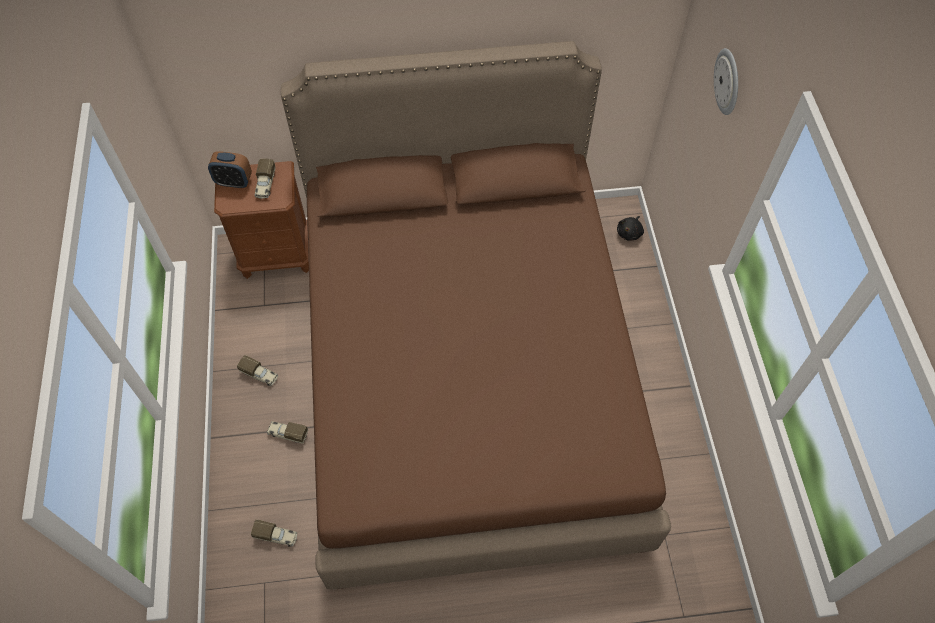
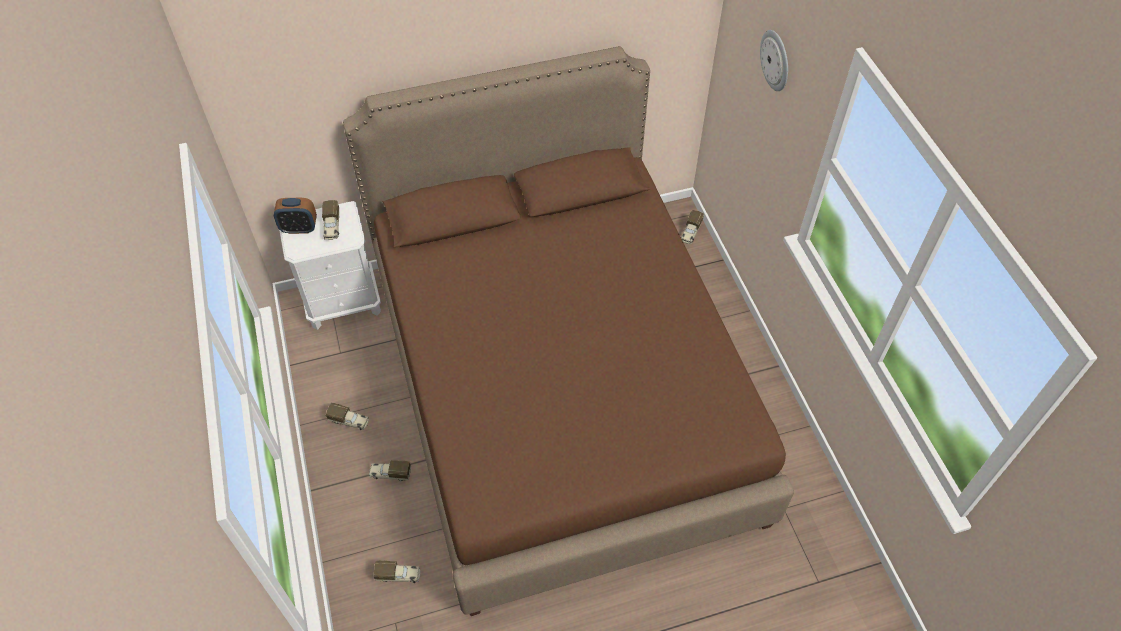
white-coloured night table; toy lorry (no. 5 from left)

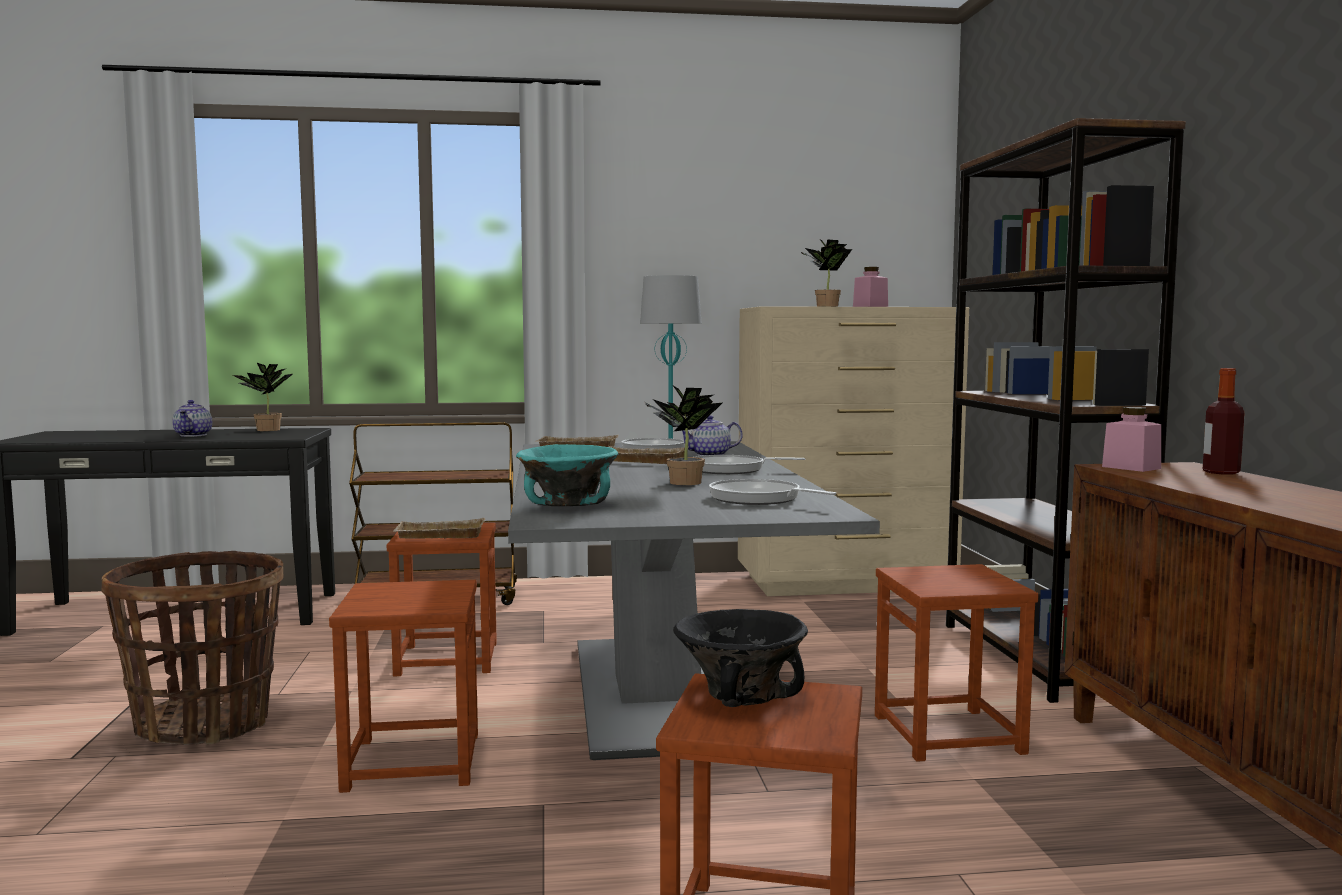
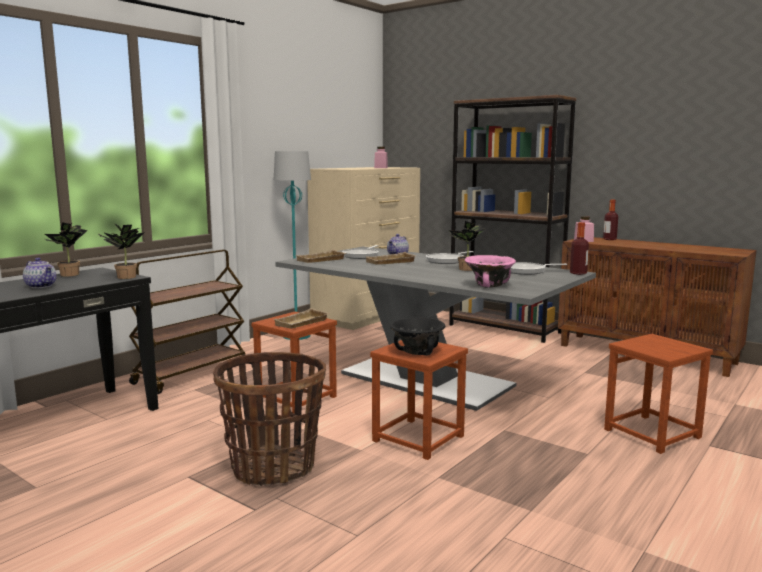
plant in a pot (no. 2 from left); black-coloured serving bowl; pinkish serving bowl; beverage bottle (no. 1 from left); brownish sitting stool (no. 4 from left in the first image)

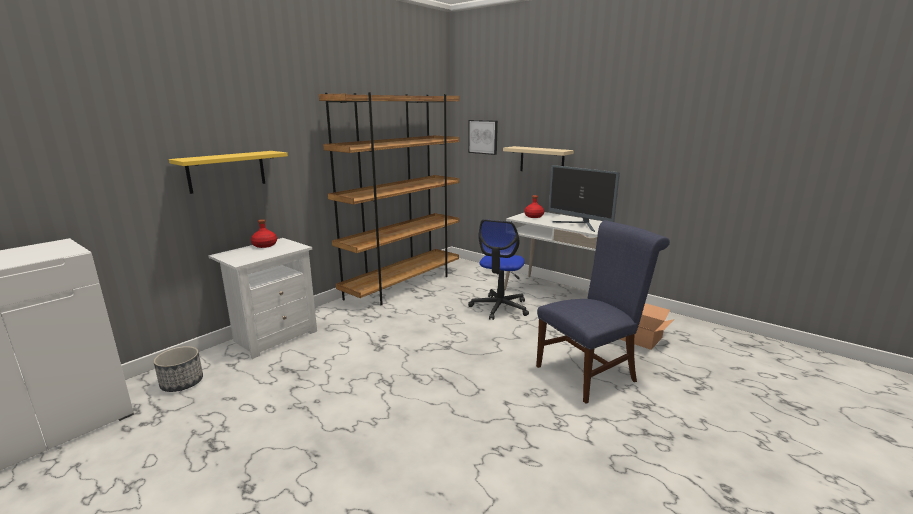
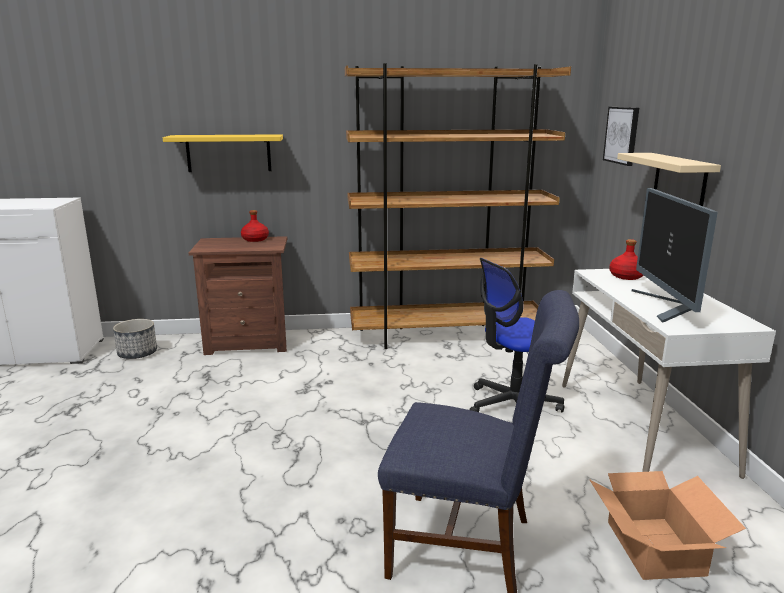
brownish night table

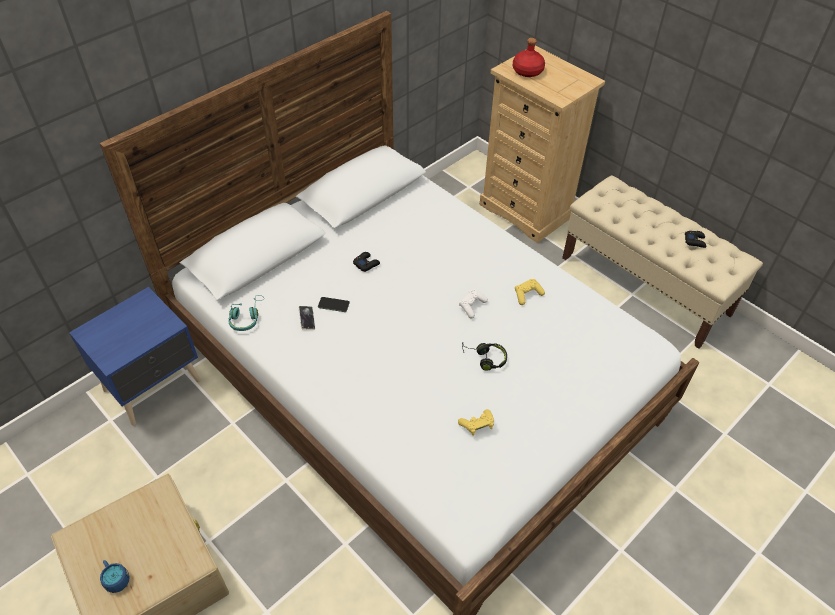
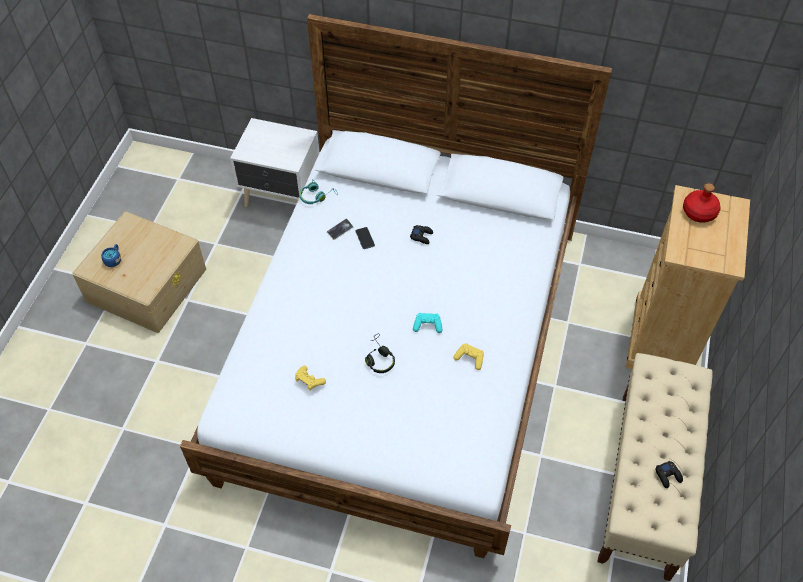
white-coloured night table; blue-green game controller

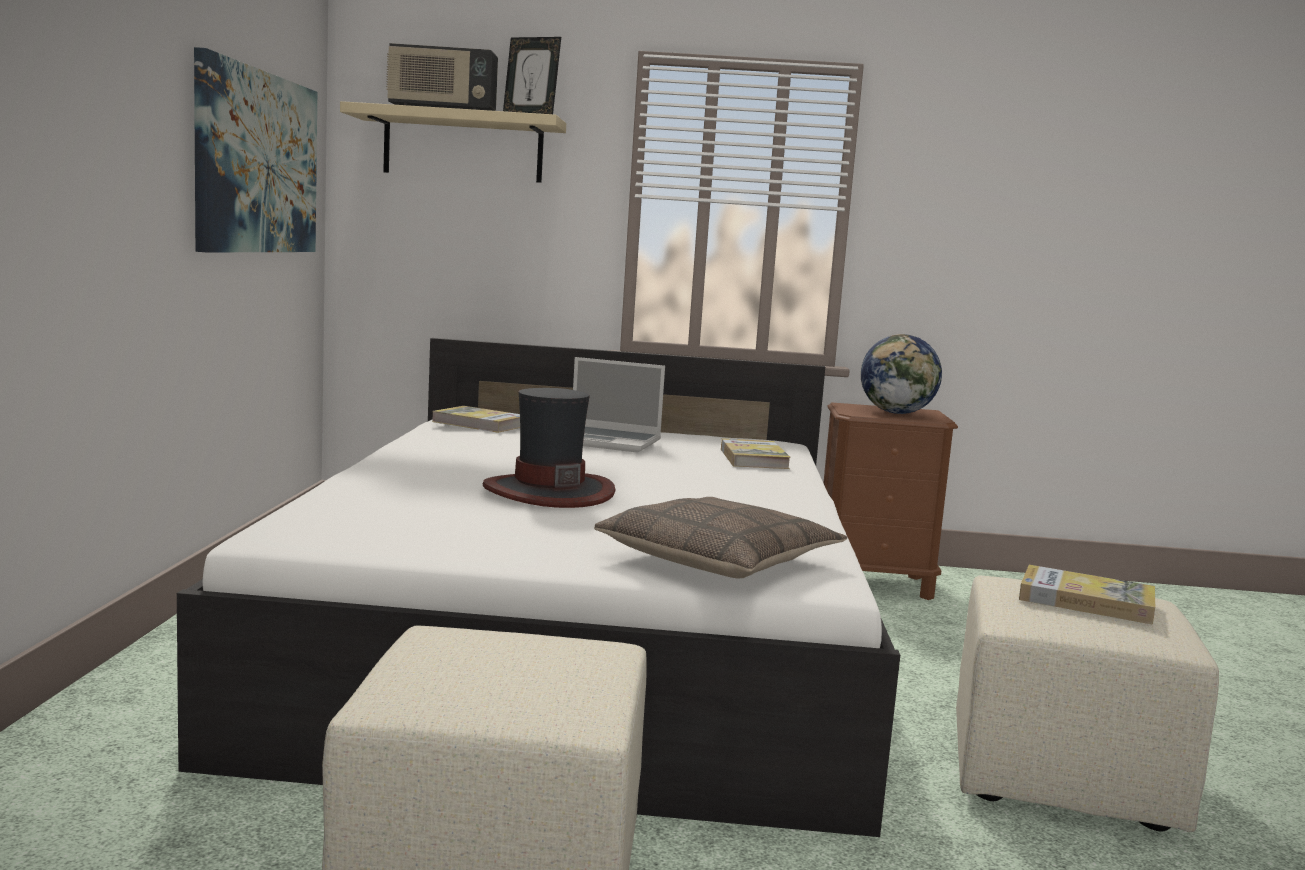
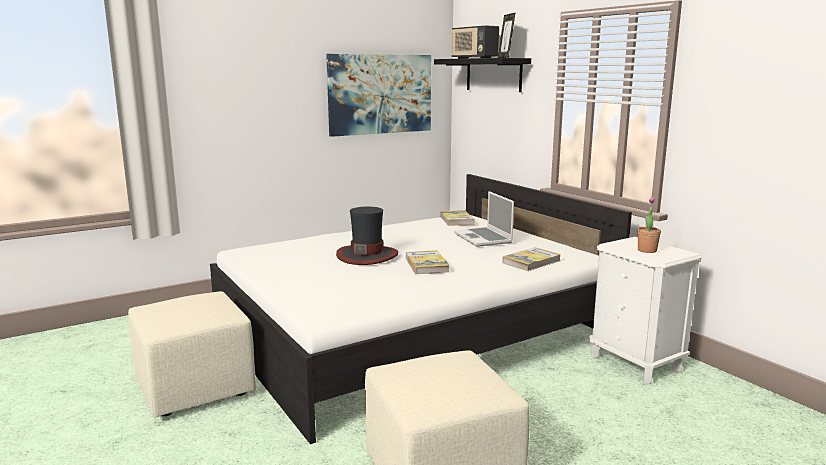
book (no. 1 from left); black-coloured shelf; white-coloured night table; plant in a pot; cushion

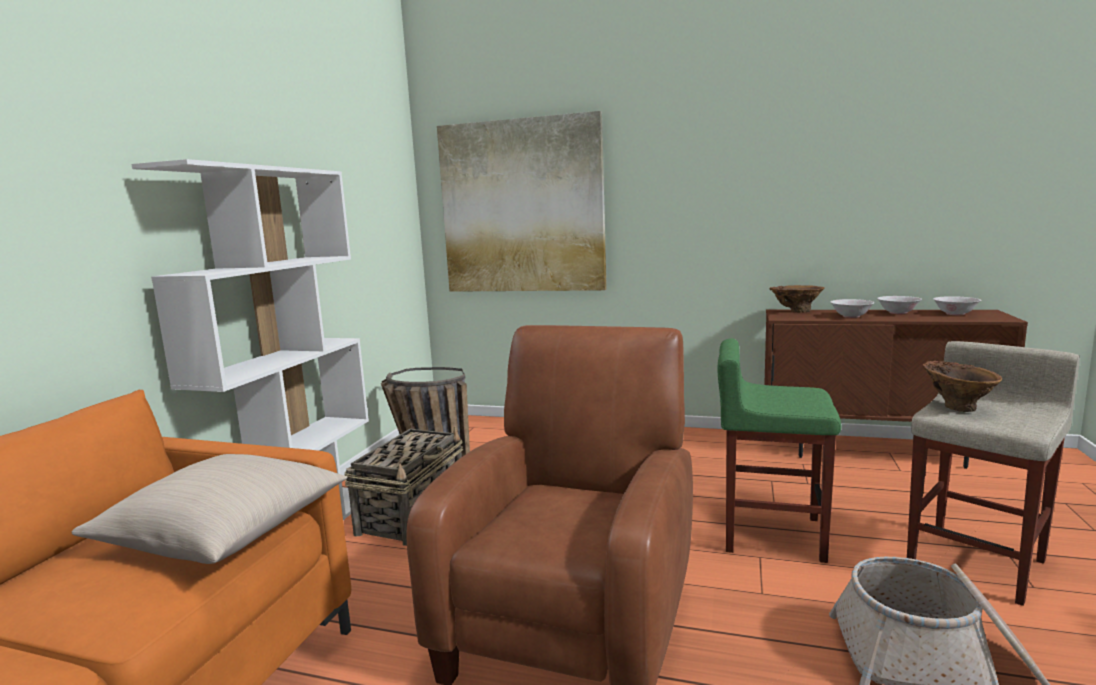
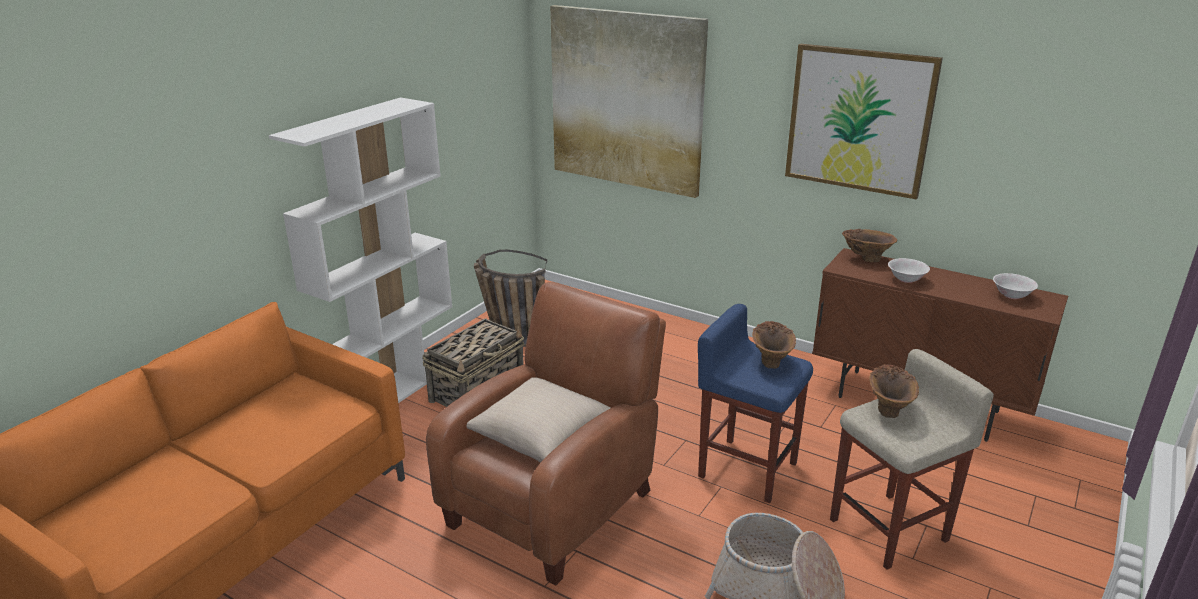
sand-coloured cushion; bluish sitting stool; brownish vase (no. 1 from left); wall picture (no. 2 from left); white-coloured serving bowl (no. 2 from left in the first image)

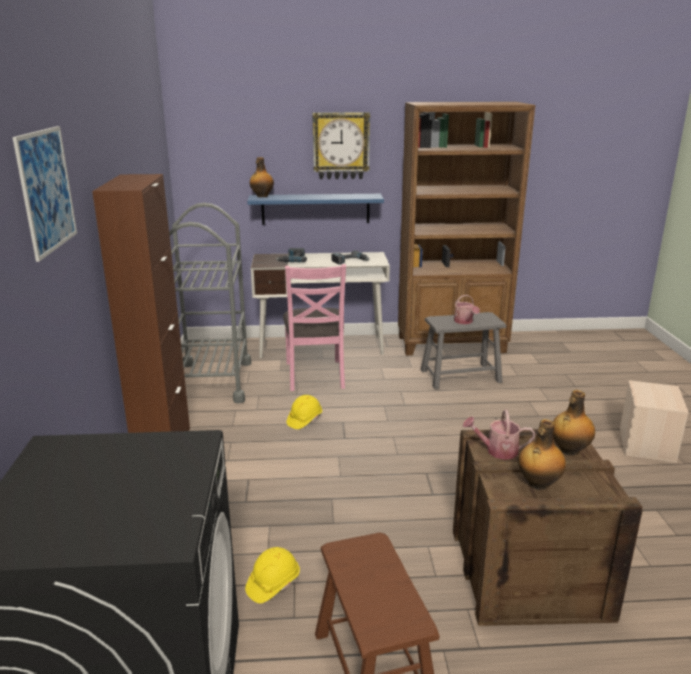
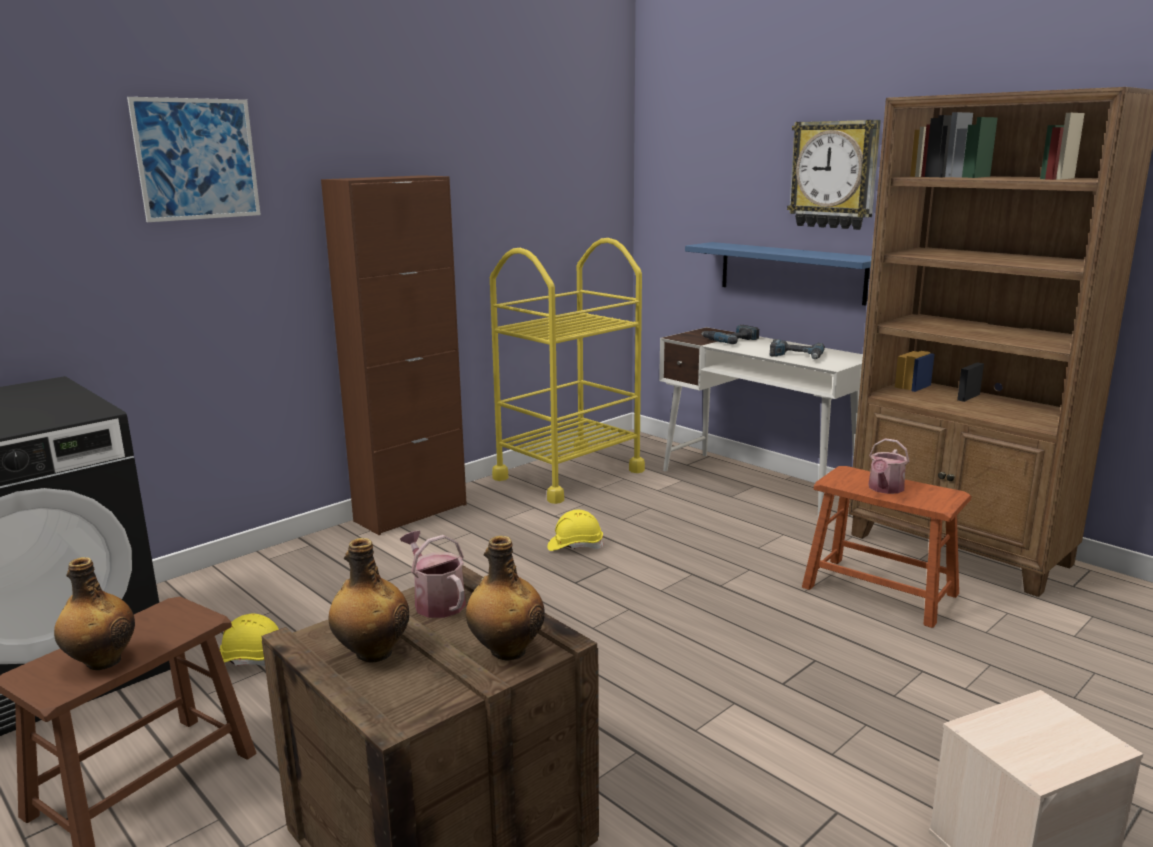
beverage bottle (no. 1 from left); yellow-coloured trolley; brownish sitting stool (no. 2 from left); pinkish chair

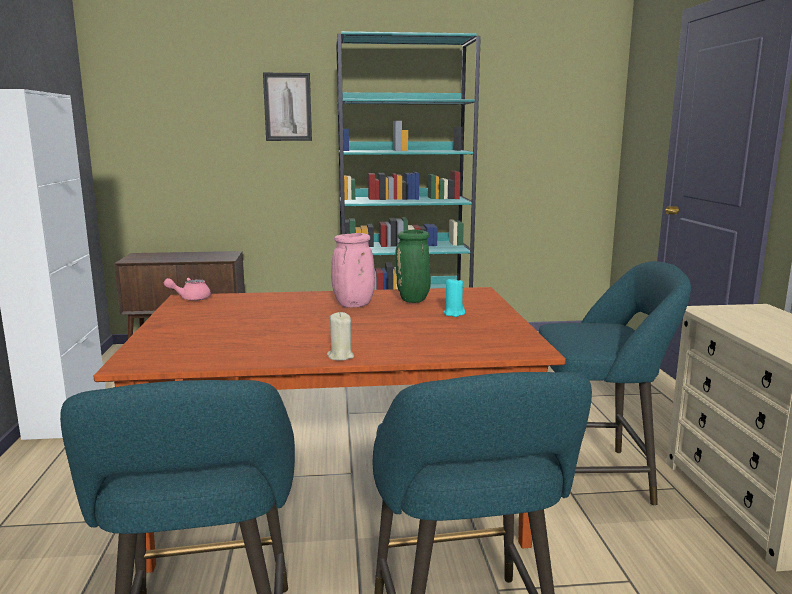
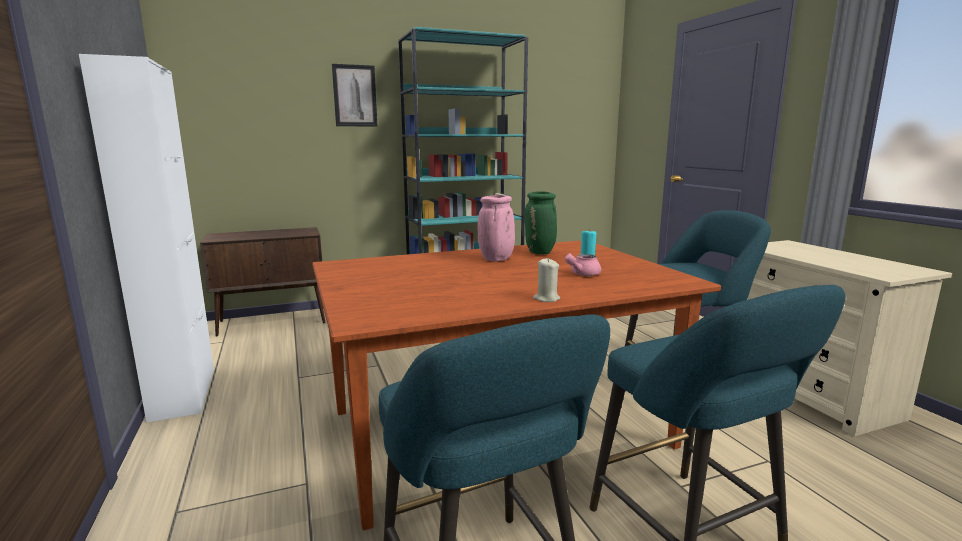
pinkish pot for tea

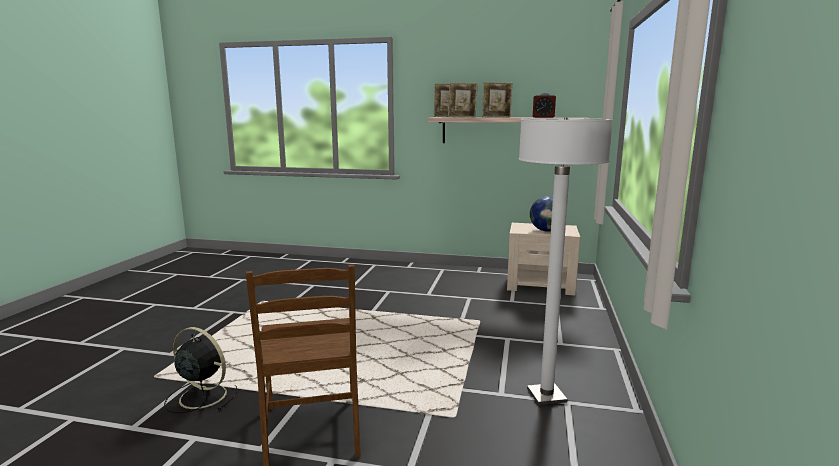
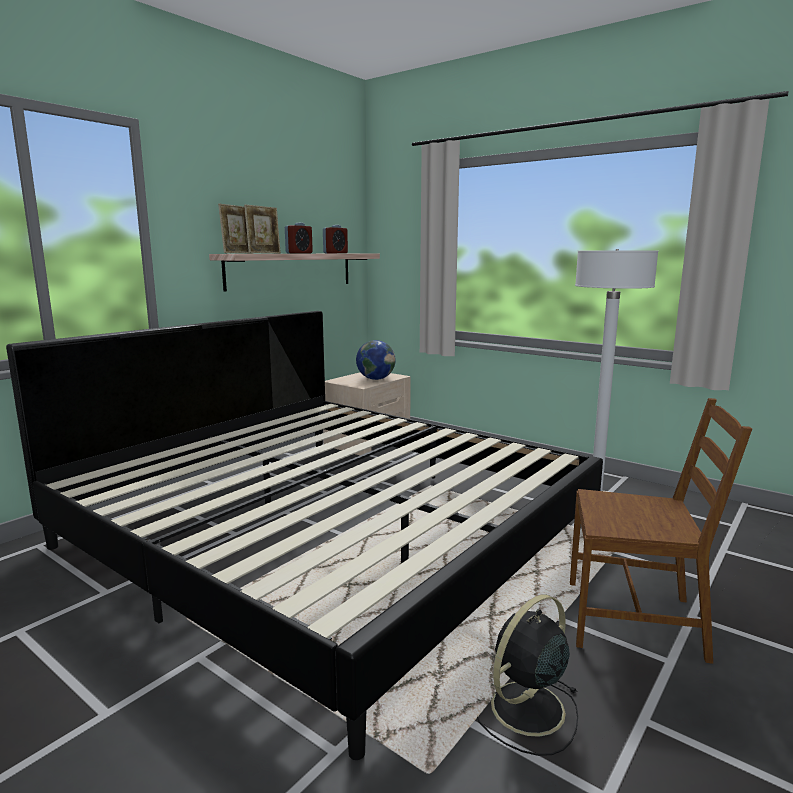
bed; table clock (no. 1 from left)

